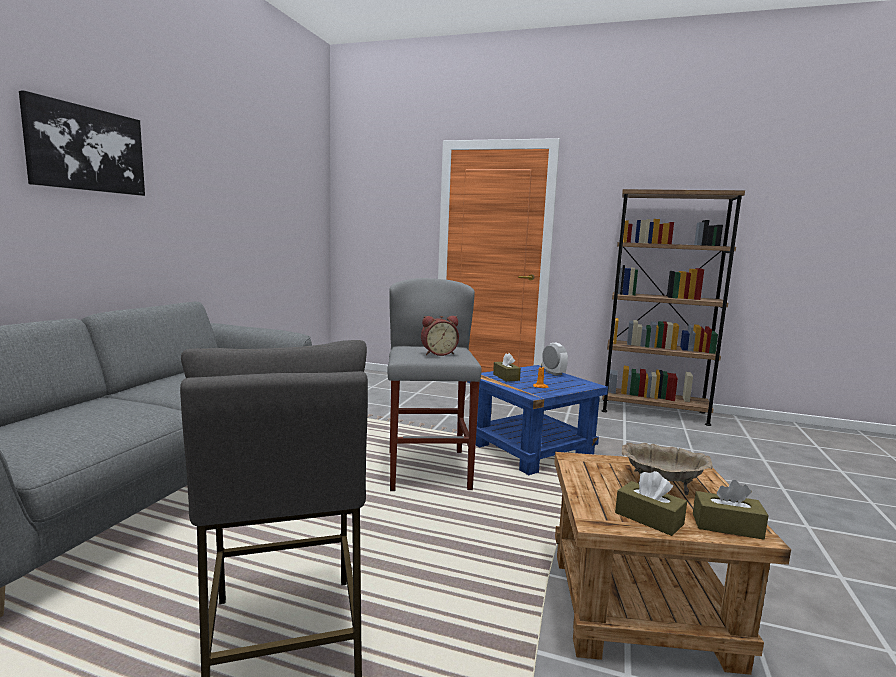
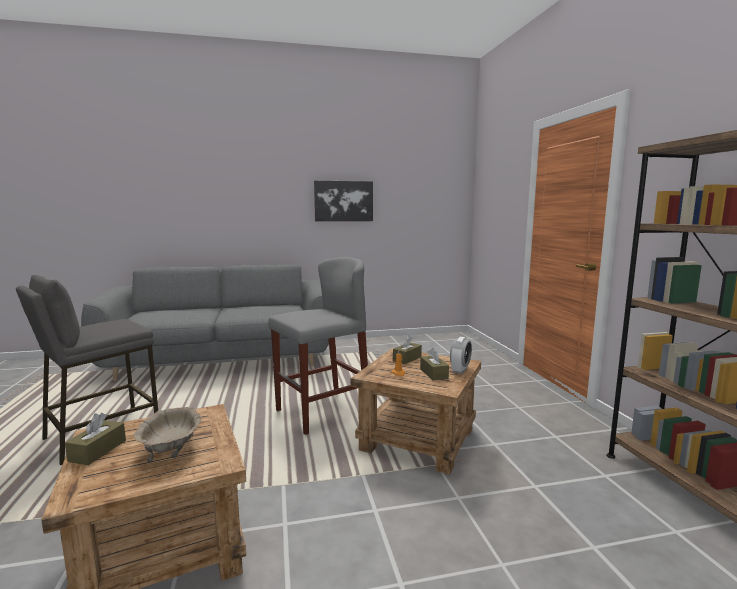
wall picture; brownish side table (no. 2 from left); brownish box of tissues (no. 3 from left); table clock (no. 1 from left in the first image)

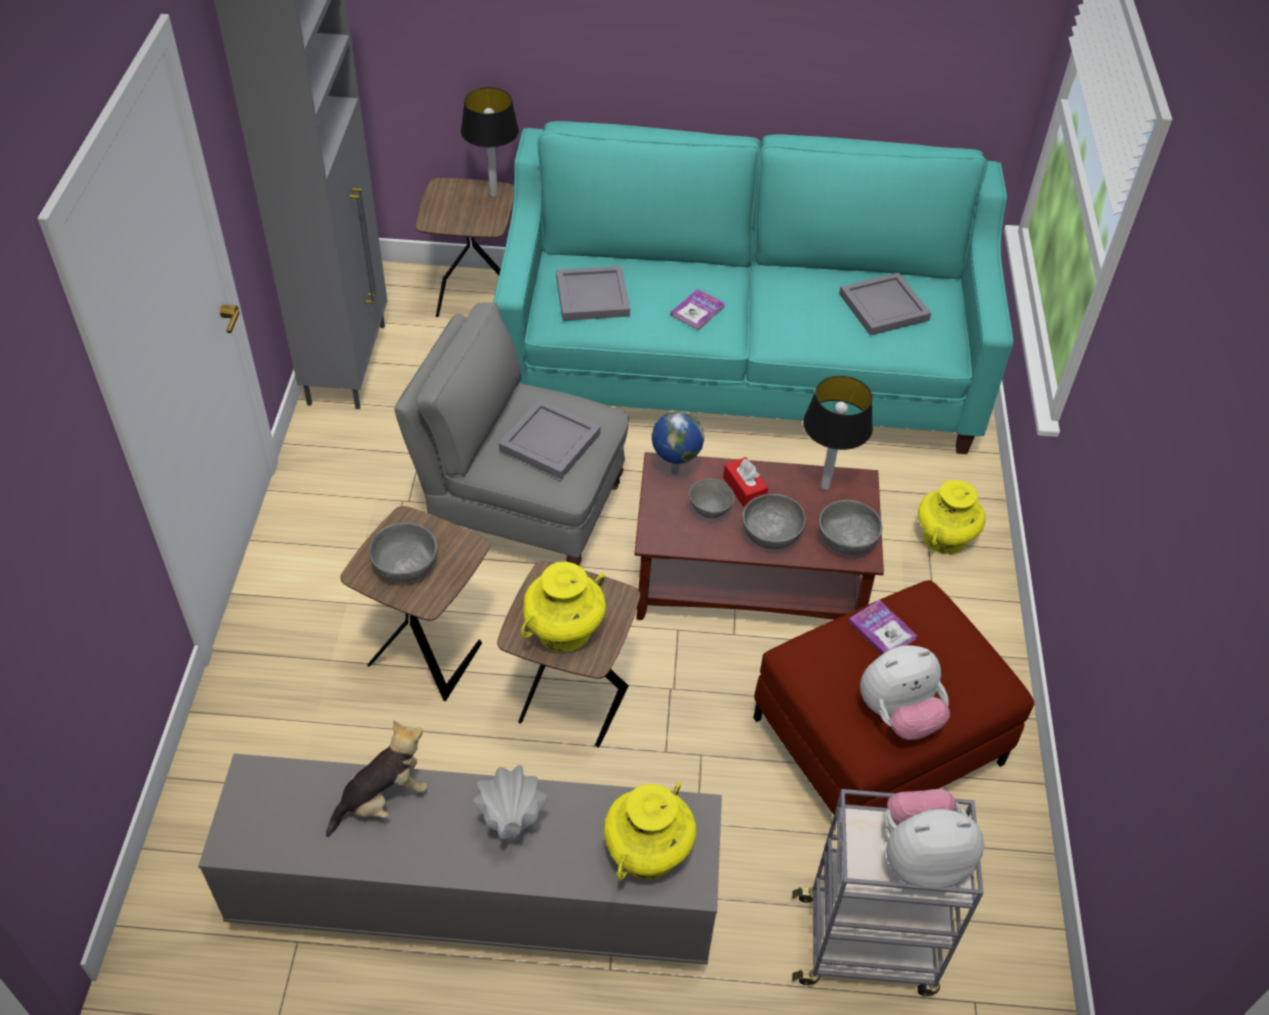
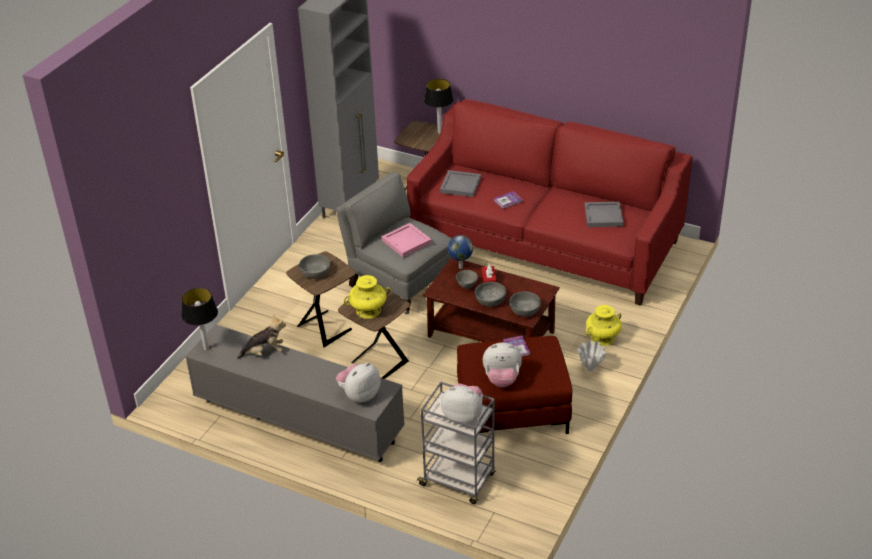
tabletop lamp (no. 1 from left); plush toy (no. 2 from left); pinkish tray; red-coloured sofa; white-coloured vase

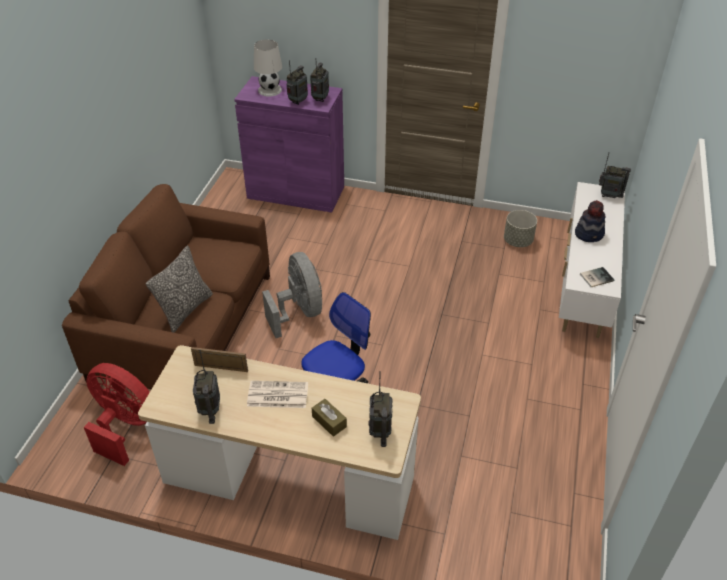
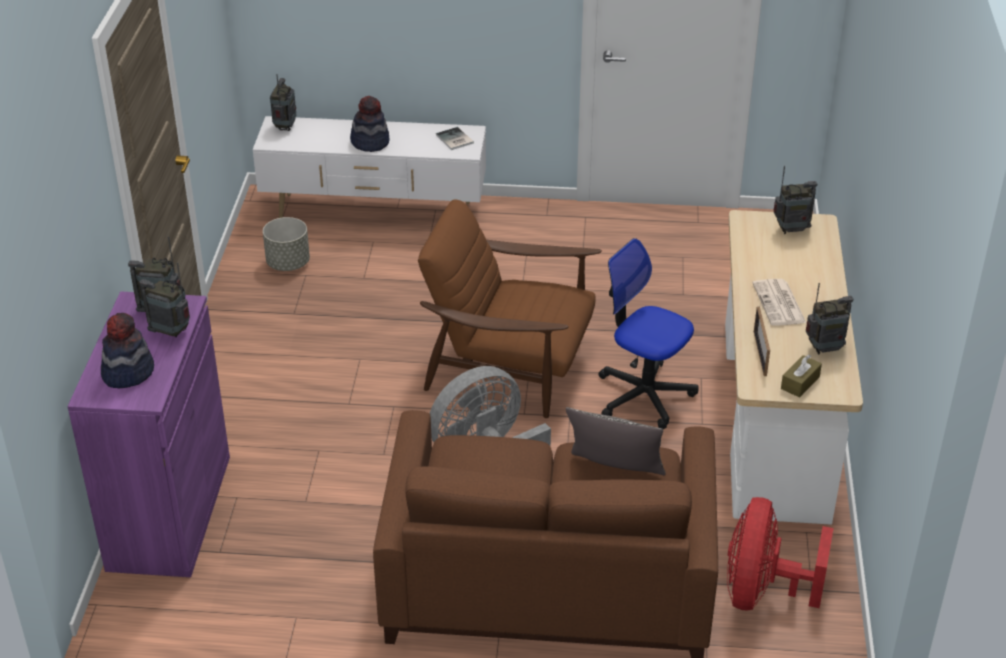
hat (no. 1 from left); brownish armchair; brownish box of tissues

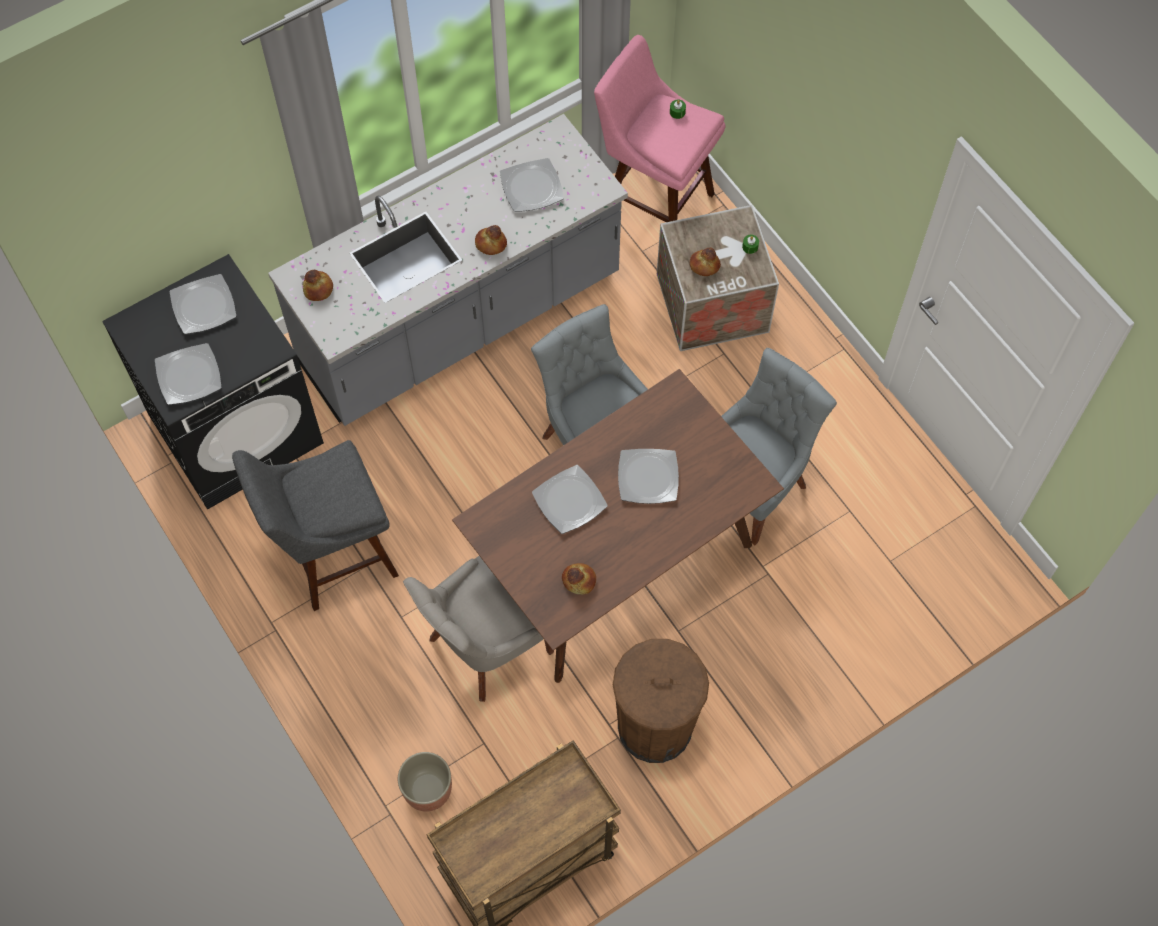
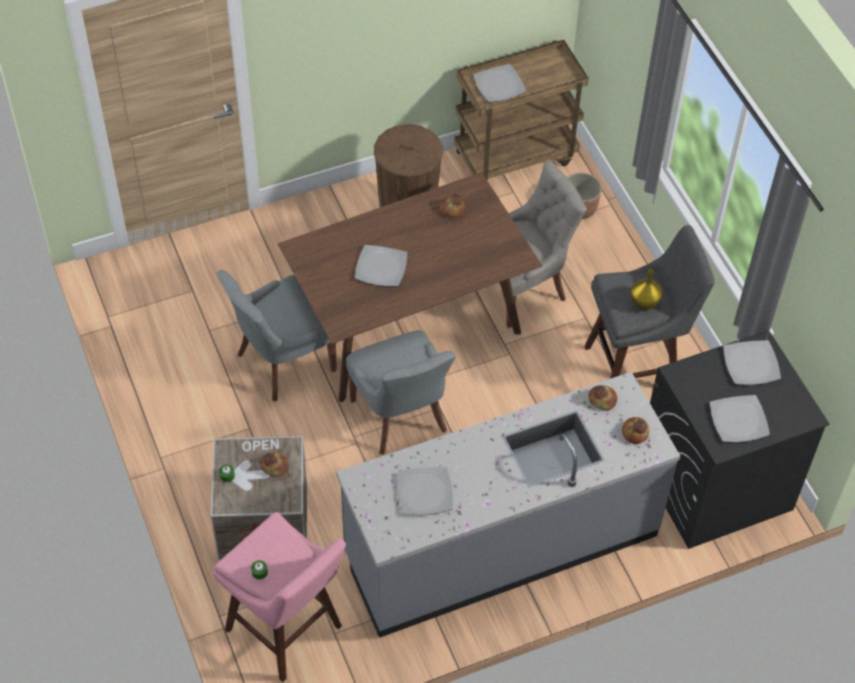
dinner plate (no. 3 from left); bread (no. 3 from left); yellow-coloured vase

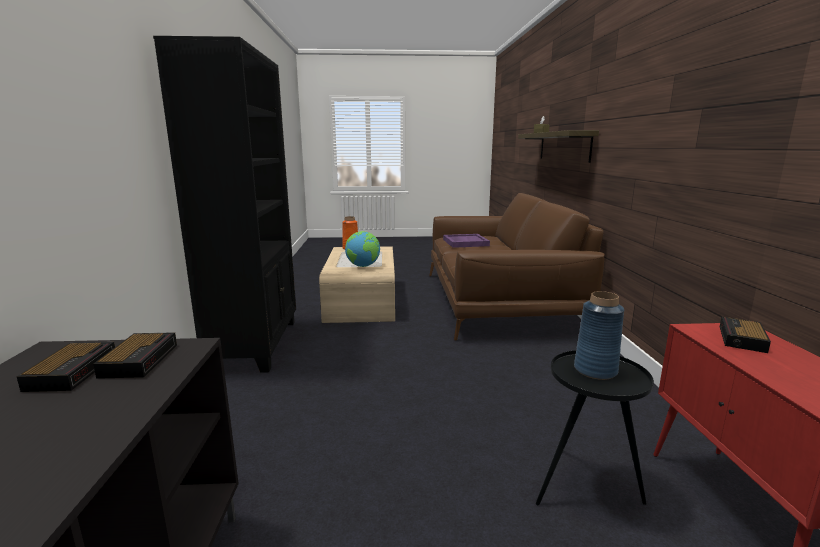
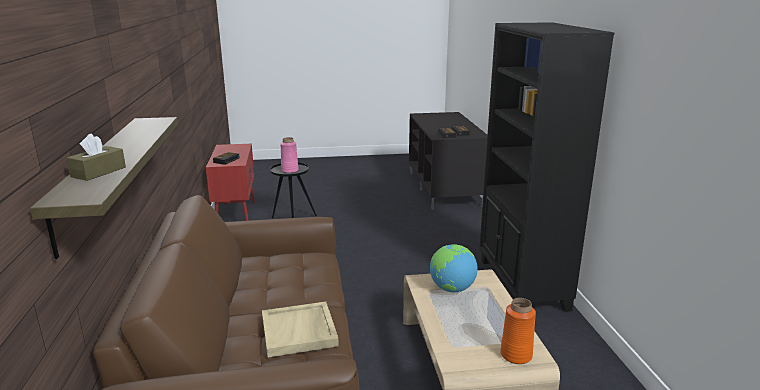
sand-coloured tray; pinkish vase

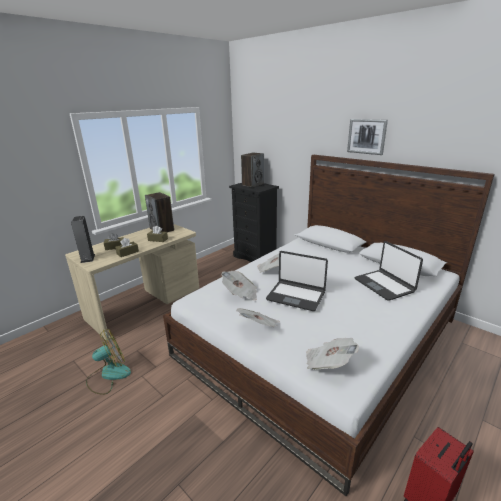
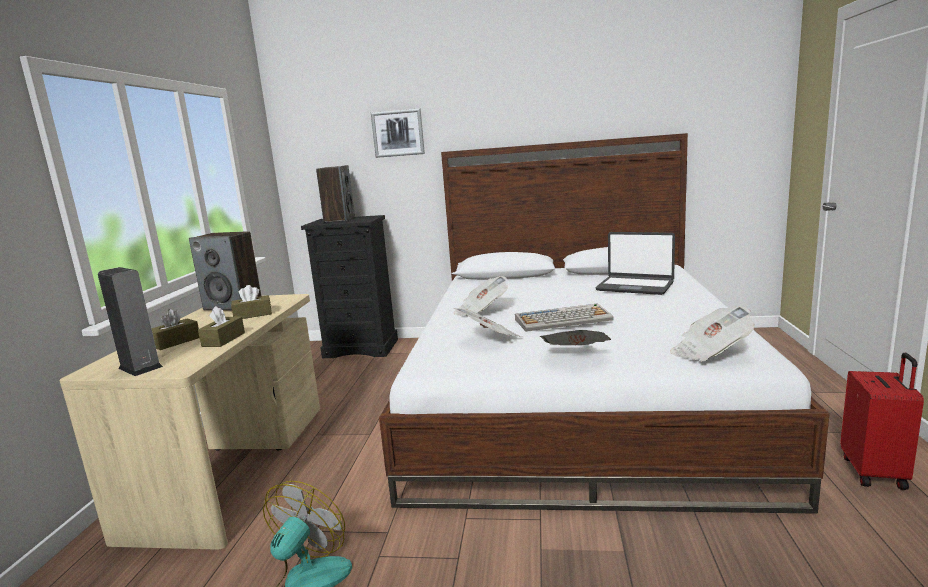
wall picture; PC keyboard

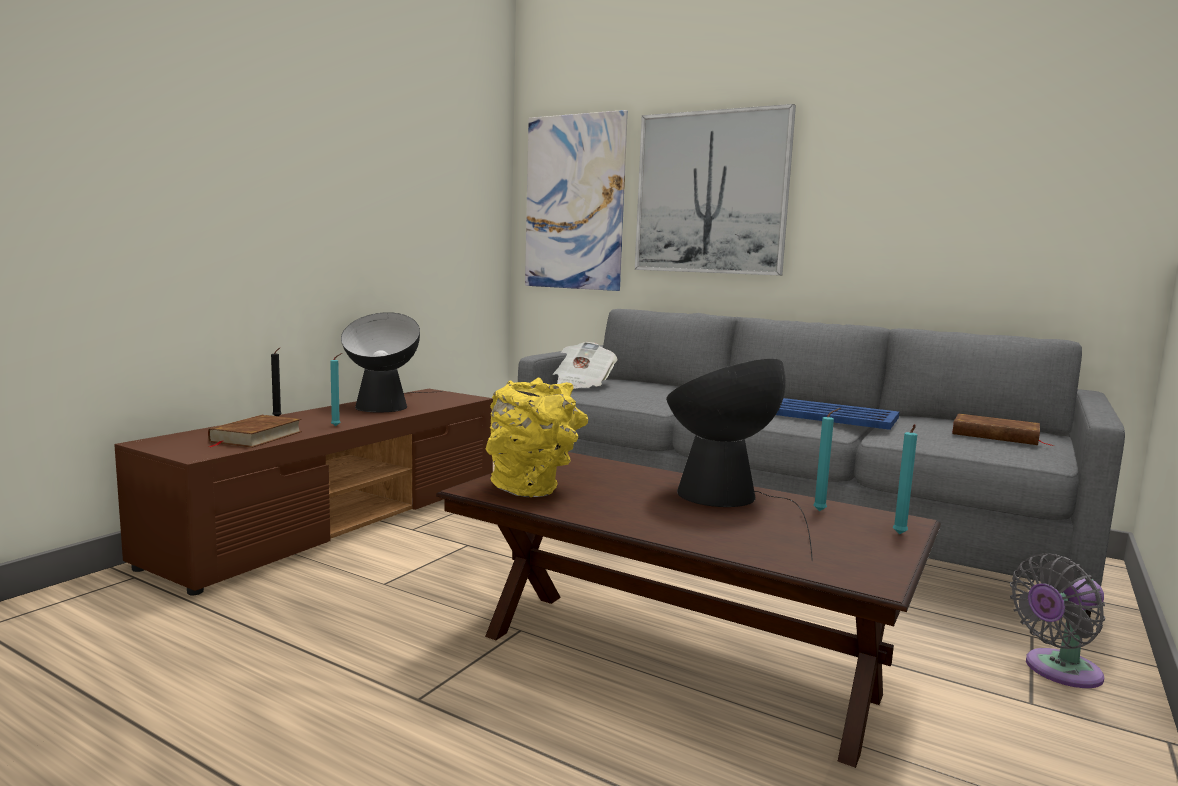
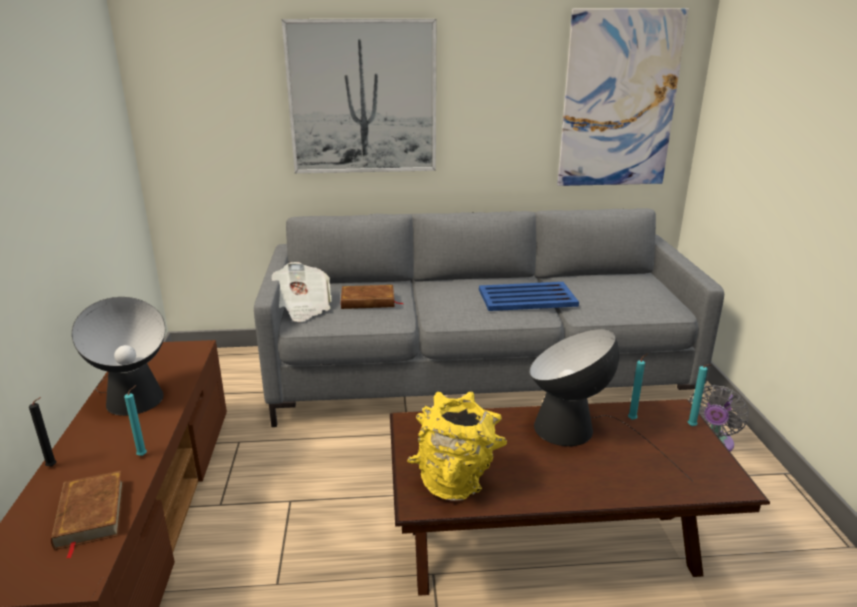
brownish book (no. 2 from left); wall picture (no. 2 from left)

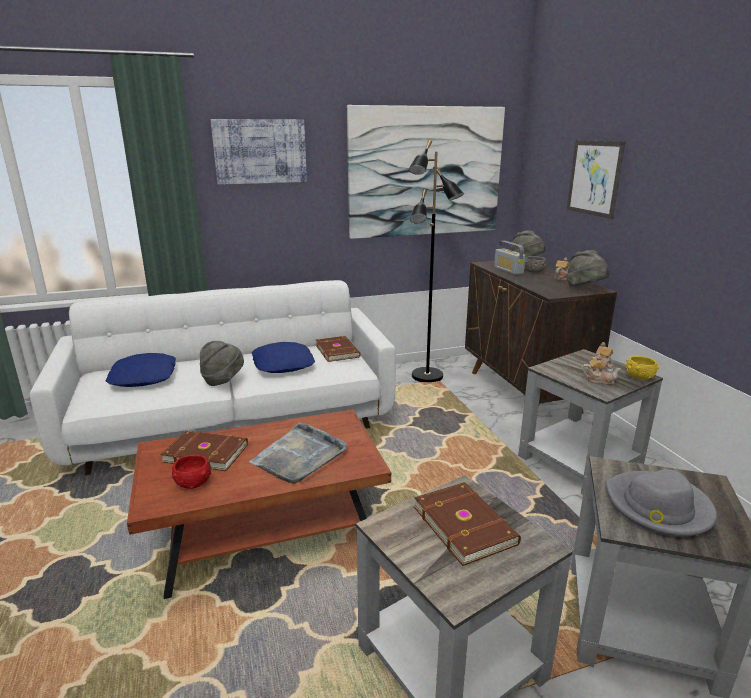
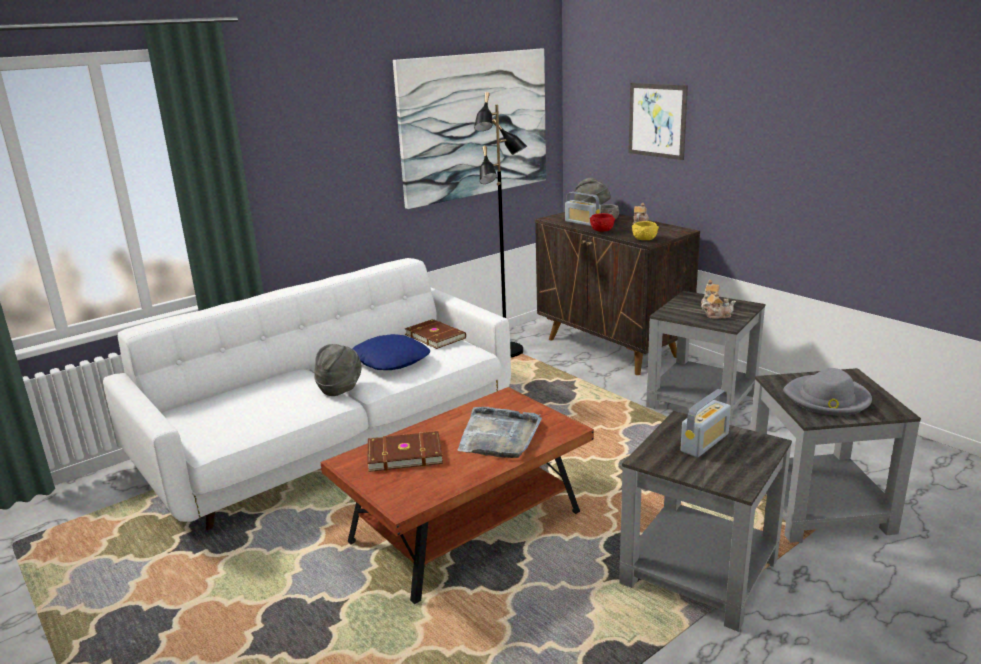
red-coloured serving bowl; yellow-coloured serving bowl; radio (no. 2 from left); bluish cushion (no. 1 from left in the first image); wall picture (no. 1 from left in the first image); gray hat (no. 3 from left in the first image)

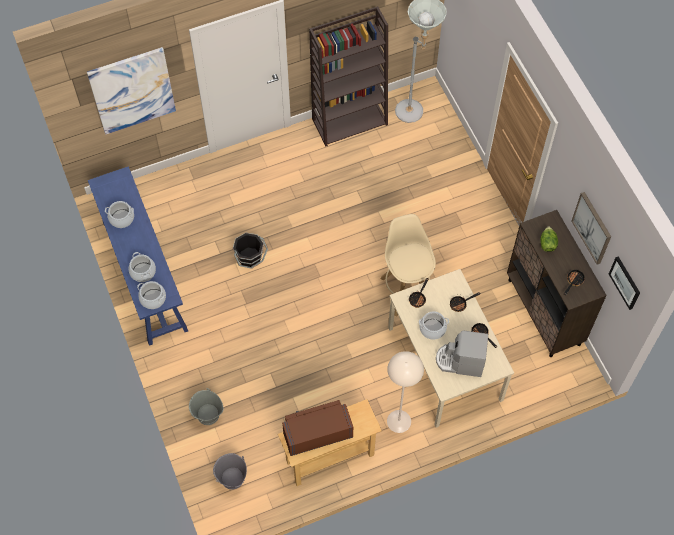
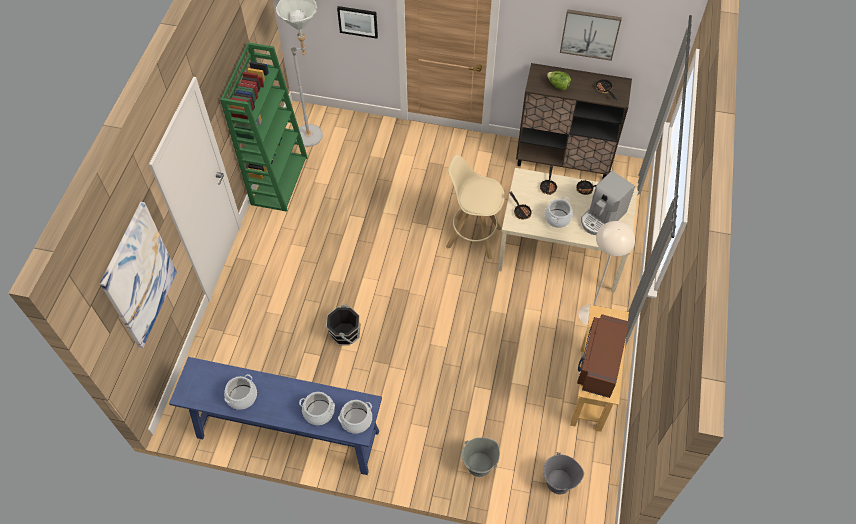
green shelving unit; wall picture (no. 2 from left)

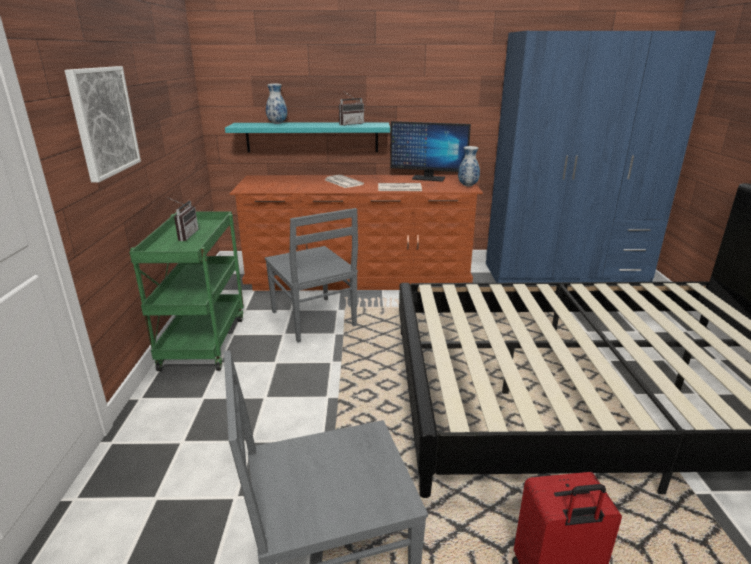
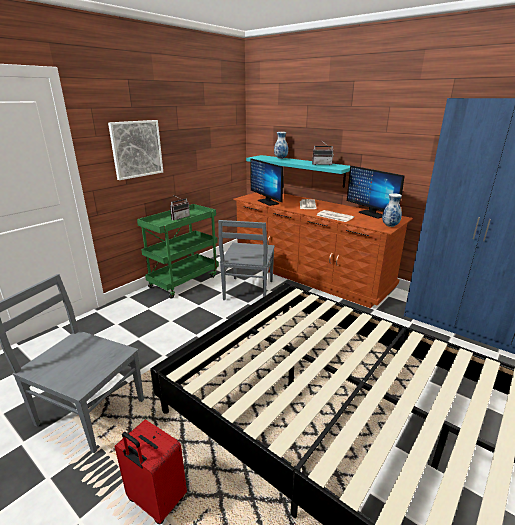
computer display (no. 1 from left)

